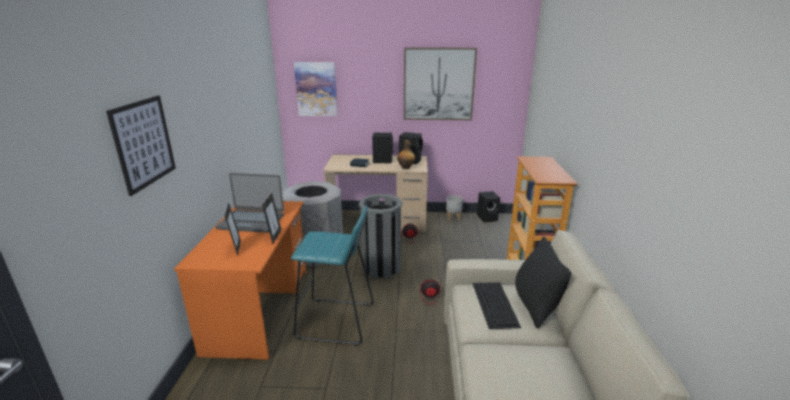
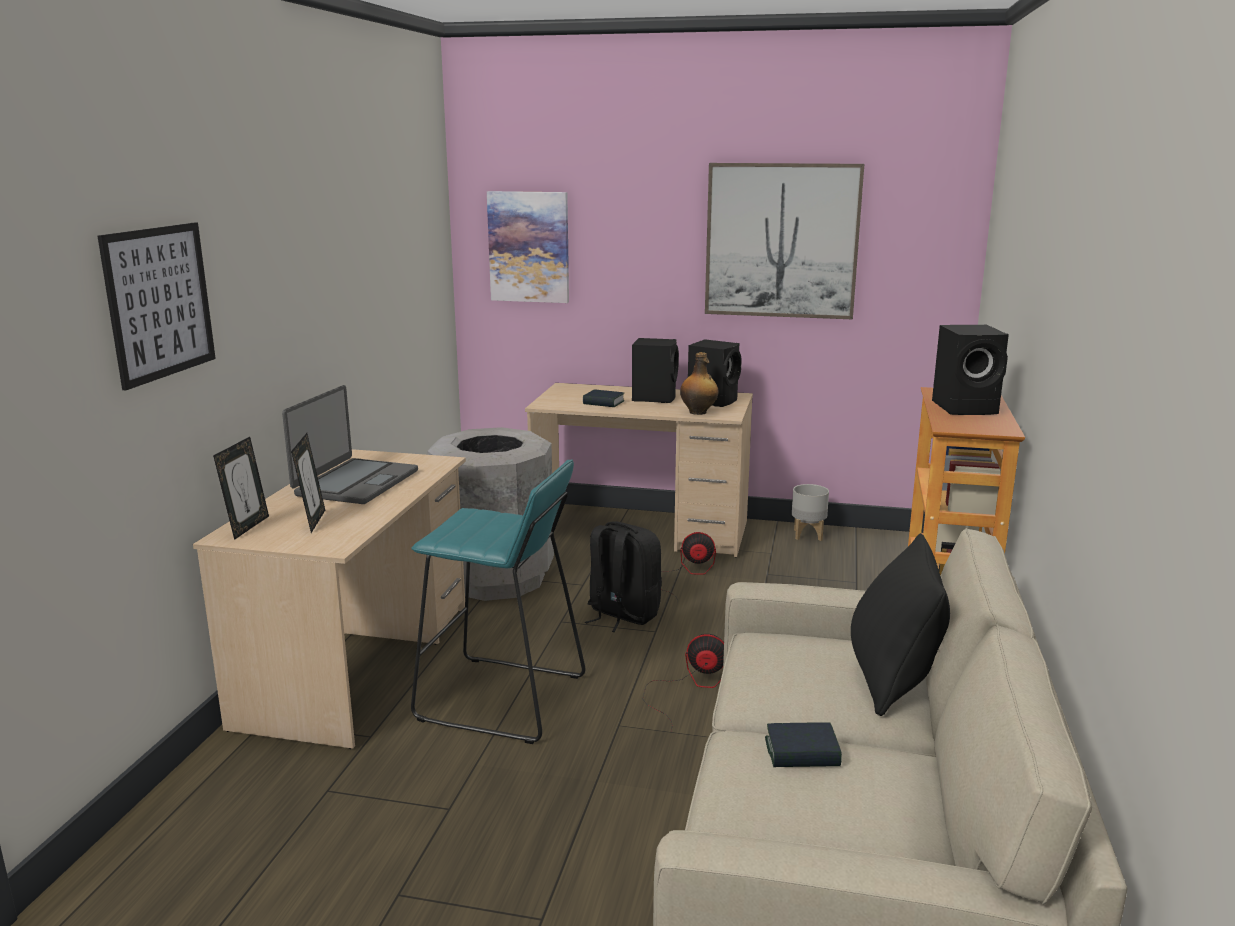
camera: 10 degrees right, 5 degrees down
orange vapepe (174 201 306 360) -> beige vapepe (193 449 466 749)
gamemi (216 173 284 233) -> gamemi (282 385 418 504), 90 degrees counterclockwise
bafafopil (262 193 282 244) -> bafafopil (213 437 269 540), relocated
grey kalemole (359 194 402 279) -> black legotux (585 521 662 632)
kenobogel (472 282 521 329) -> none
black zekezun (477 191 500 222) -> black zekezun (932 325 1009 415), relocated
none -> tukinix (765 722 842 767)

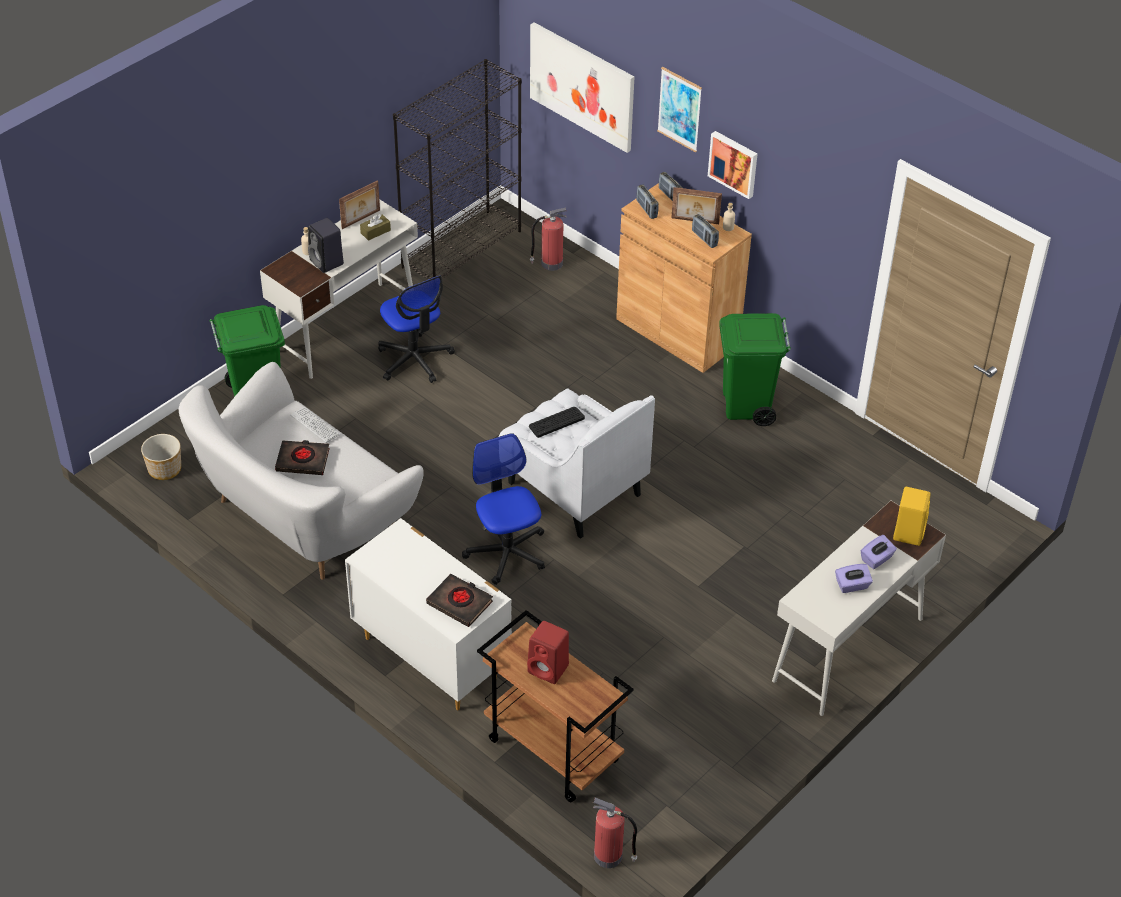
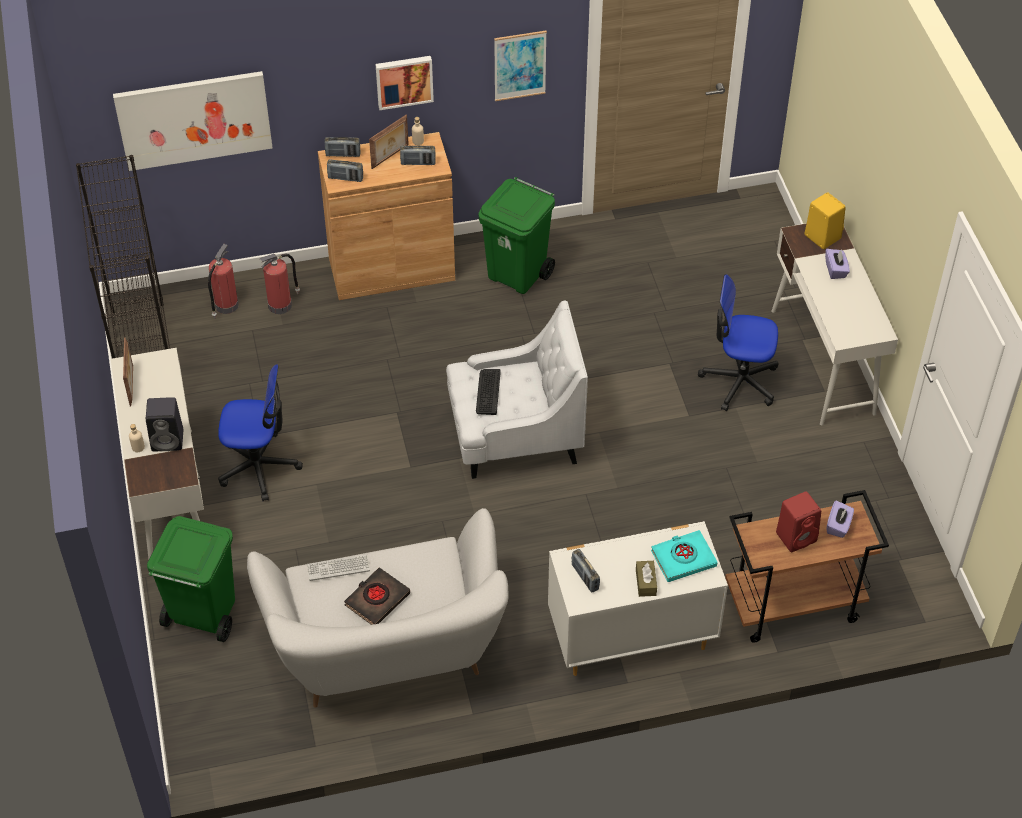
camera: 55 degrees left, 5 degrees up
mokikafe (141 434 181 480) -> none
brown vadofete (360 214 391 241) -> brown vadofete (636 561 657 597), relocated
black tukinix (426 574 493 627) -> turquoise tukinix (651 530 718 582)
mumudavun (462 433 545 585) -> mumudavun (698 274 779 411), relocated
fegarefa (593 797 637 868) -> fegarefa (259 254 300 314), relocated
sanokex (657 67 702 152) -> sanokex (494 31 547 101), relocated
purple vadofete (835 564 873 593) -> purple vadofete (827 500 854 538), relocated
none -> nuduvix (572 549 600 593)

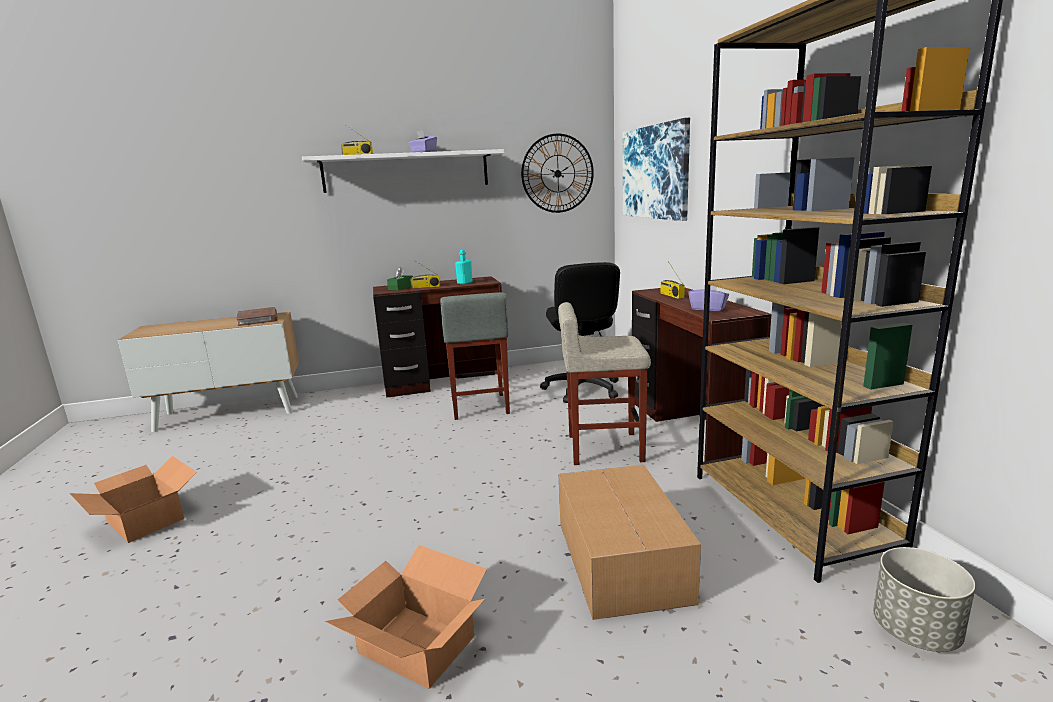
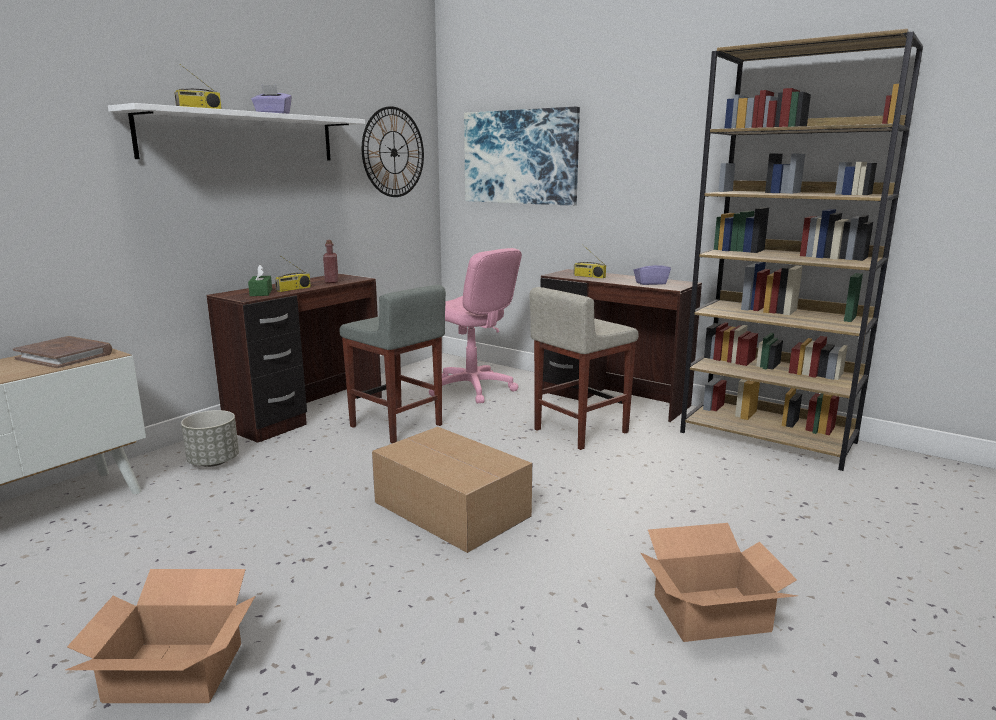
camera: 40 degrees left, 0 degrees up
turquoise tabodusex (455 250 473 284) -> red tabodusex (323 240 338 283)
black mumudavun (540 262 620 403) -> pink mumudavun (429 248 522 404)
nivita (559 465 701 620) -> nivita (372 427 532 553), relocated
grey mokikafe (873 547 976 652) -> grey mokikafe (181 410 239 467), relocated

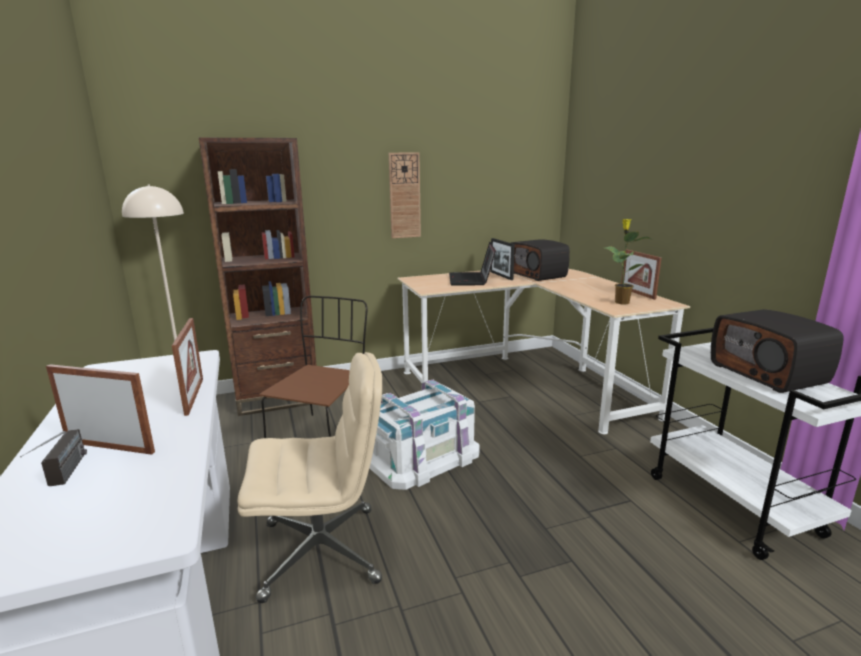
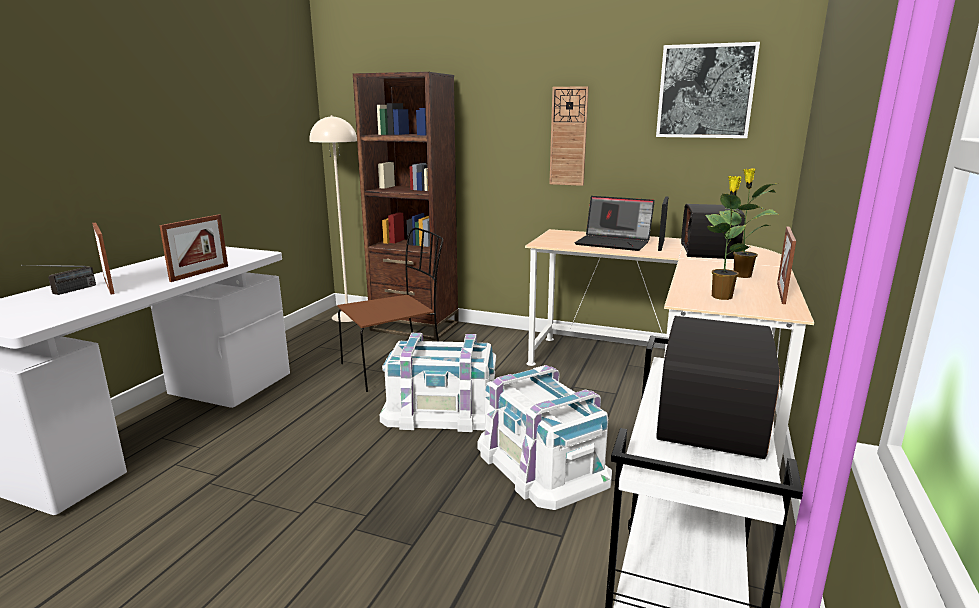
camera: 40 degrees right, 0 degrees up
beige mumudavun (237 352 382 603) -> none
gamemi (449 242 496 286) -> gamemi (575 196 655 251), 105 degrees counterclockwise
none -> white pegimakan (477 365 612 510)
none -> sanokex (656 42 760 138)
none -> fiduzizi (719 168 777 278)

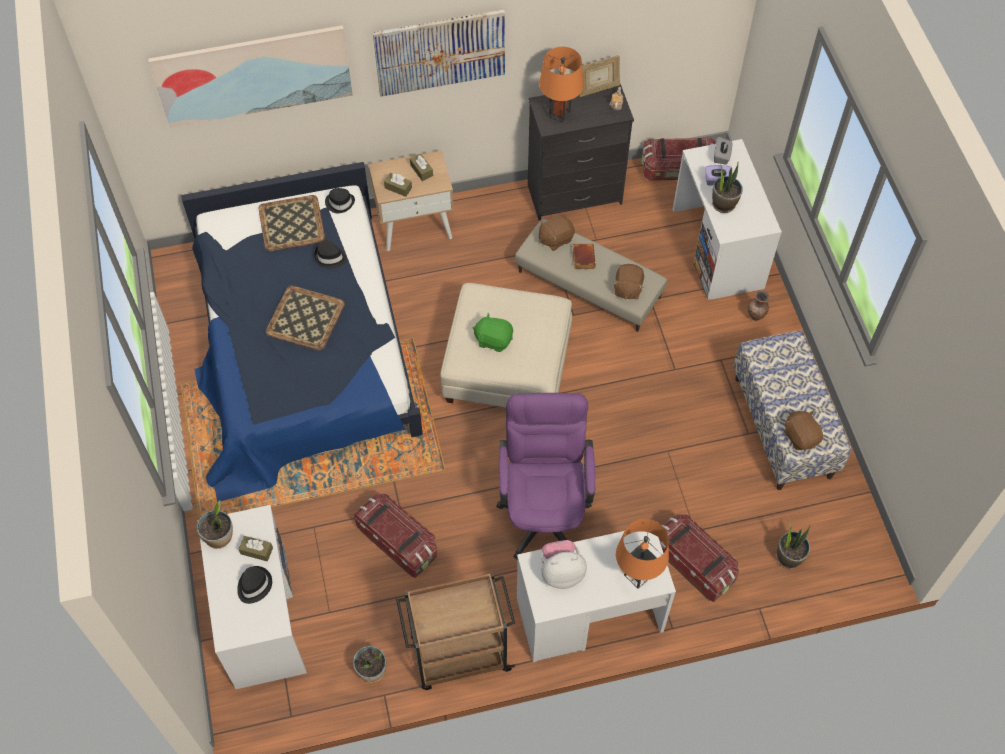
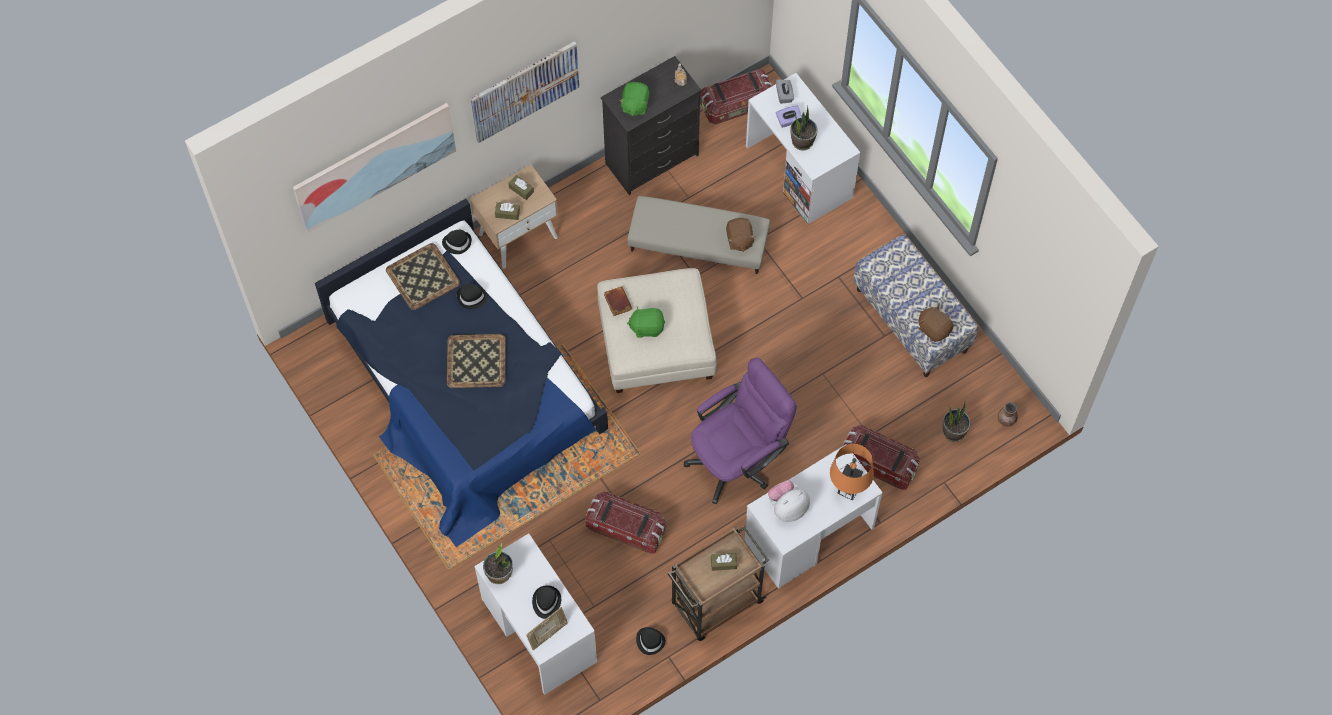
camera: 20 degrees left, 5 degrees up
brown vadofete (239 536 273 561) -> brown vadofete (711 553 737 571), relocated
fiduzizi (353 646 387 682) -> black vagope (636 627 666 655)
purple mumudavun (496 393 595 559) -> purple mumudavun (684 358 797 504), 75 degrees clockwise
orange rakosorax (539 47 584 123) -> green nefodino (620 82 649 116)
brown nefodino (539 214 575 251) -> none
brown tukinix (573 244 596 269) -> brown tukinix (604 286 632 316), relocated
bafafopil (580 55 620 97) -> bafafopil (526 607 568 651), relocated
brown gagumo (748 291 769 321) -> brown gagumo (998 402 1018 427), relocated

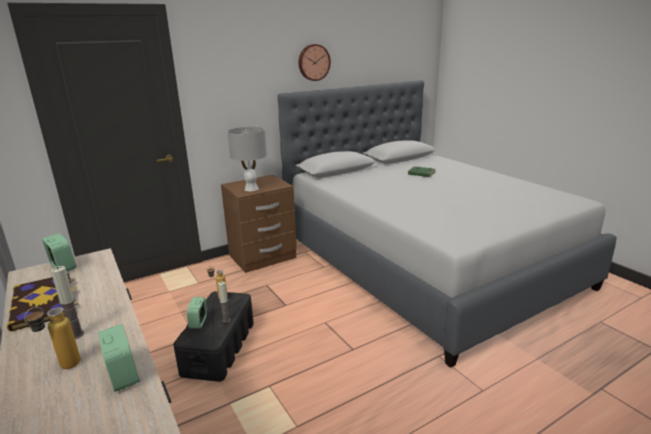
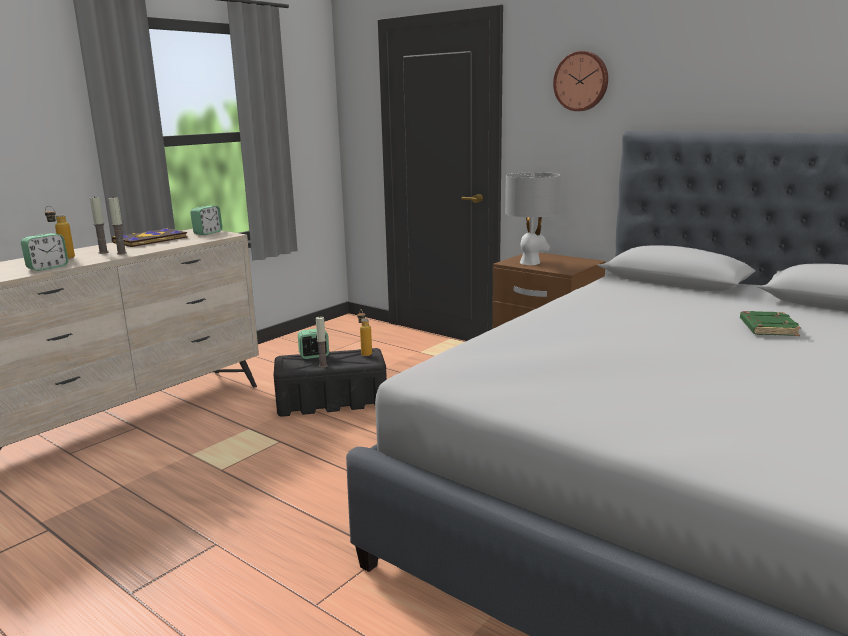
camera: 70 degrees right, 5 degrees down
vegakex (299 44 331 81) -> vegakex (553 51 608 111), relocated
none -> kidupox (108 198 127 255)

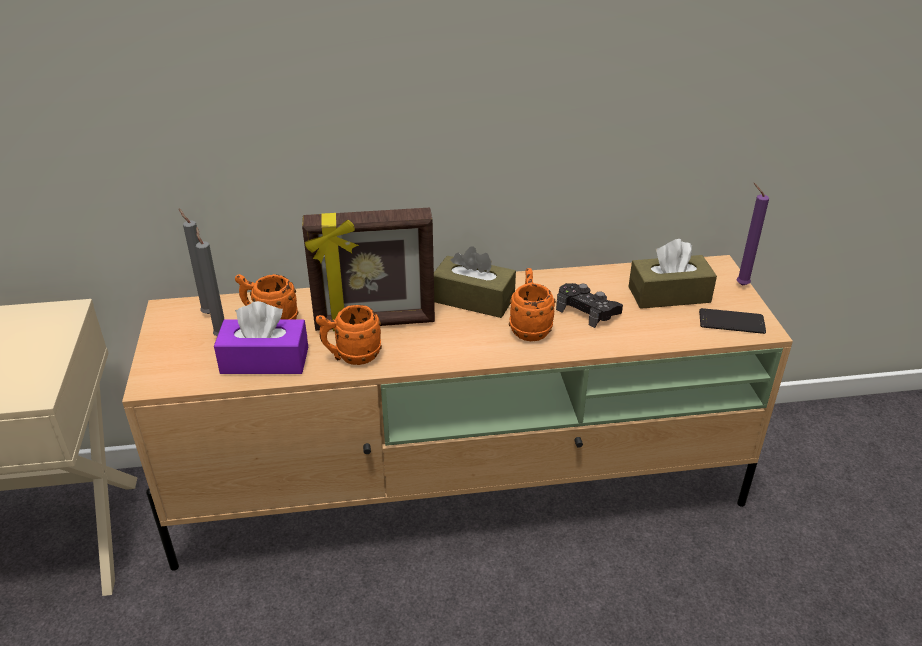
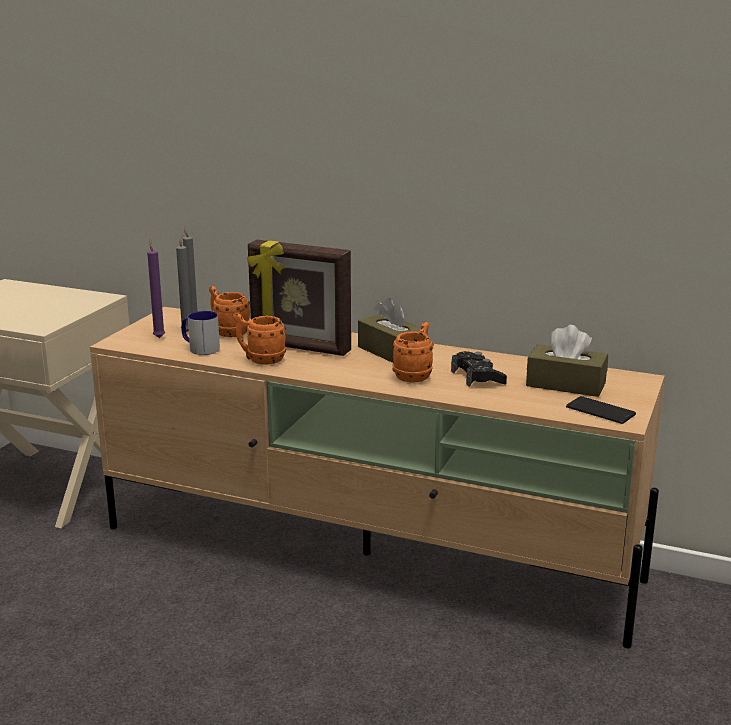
camera: 30 degrees right, 15 degrees down
purple vadofete (214 301 308 374) -> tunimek (181 311 220 355)
purple kidupox (736 183 769 286) -> purple kidupox (147 240 165 338), relocated

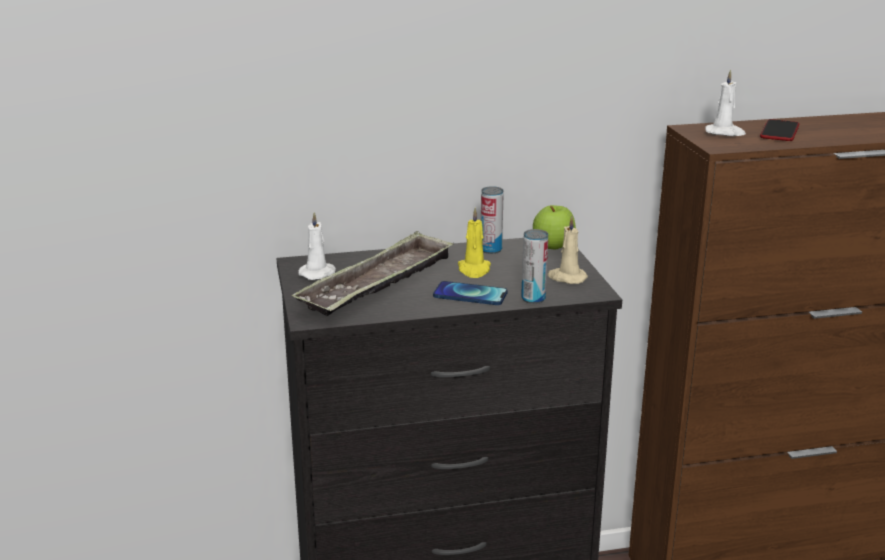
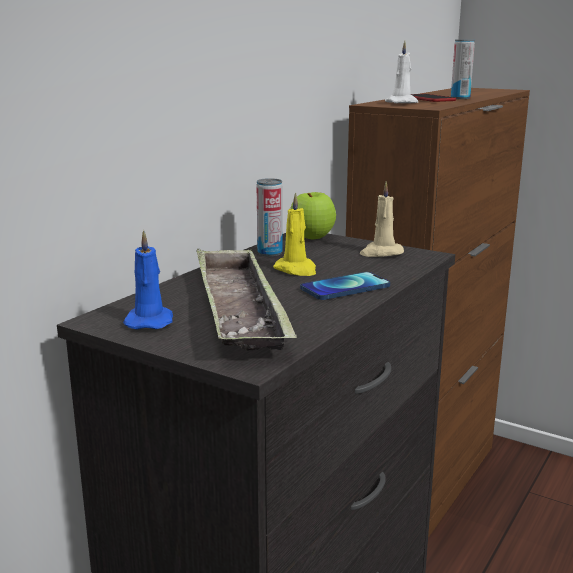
camera: 45 degrees left, 5 degrees down
white kidupox (298 212 336 280) -> blue kidupox (123 230 173 329)
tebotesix (521 229 548 304) -> tebotesix (451 39 475 99), relocated

